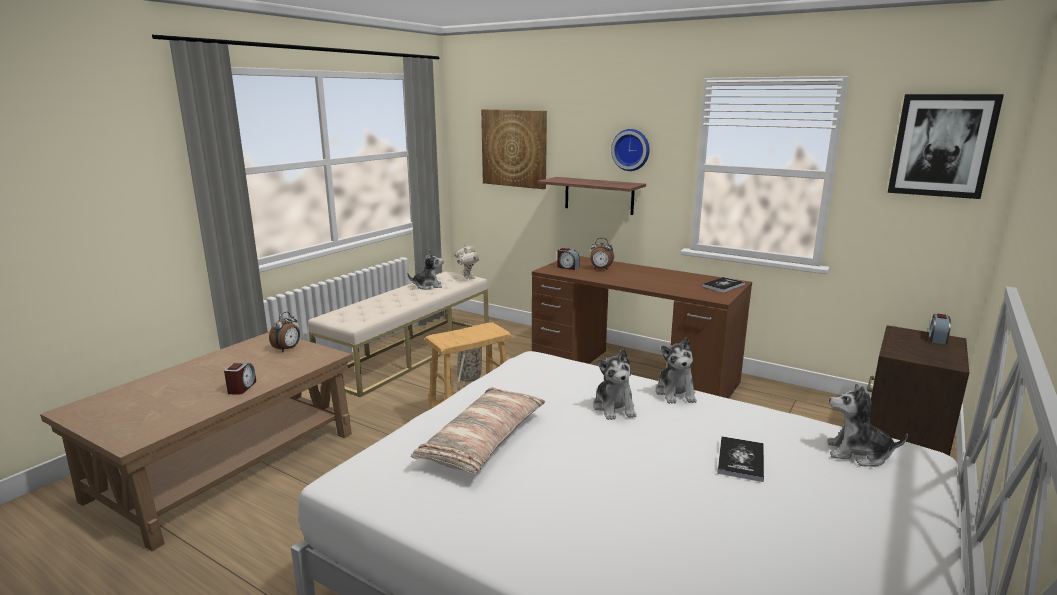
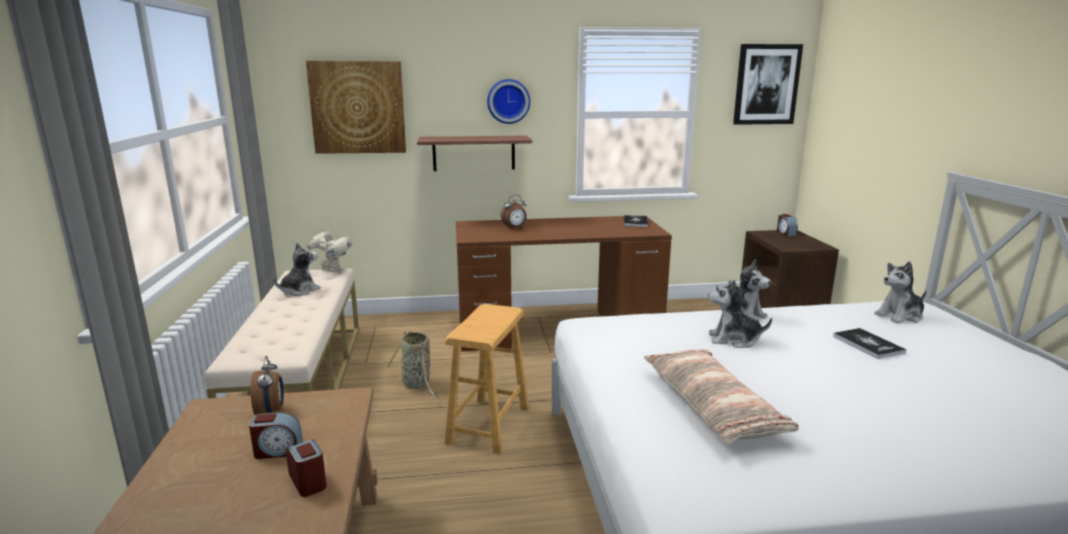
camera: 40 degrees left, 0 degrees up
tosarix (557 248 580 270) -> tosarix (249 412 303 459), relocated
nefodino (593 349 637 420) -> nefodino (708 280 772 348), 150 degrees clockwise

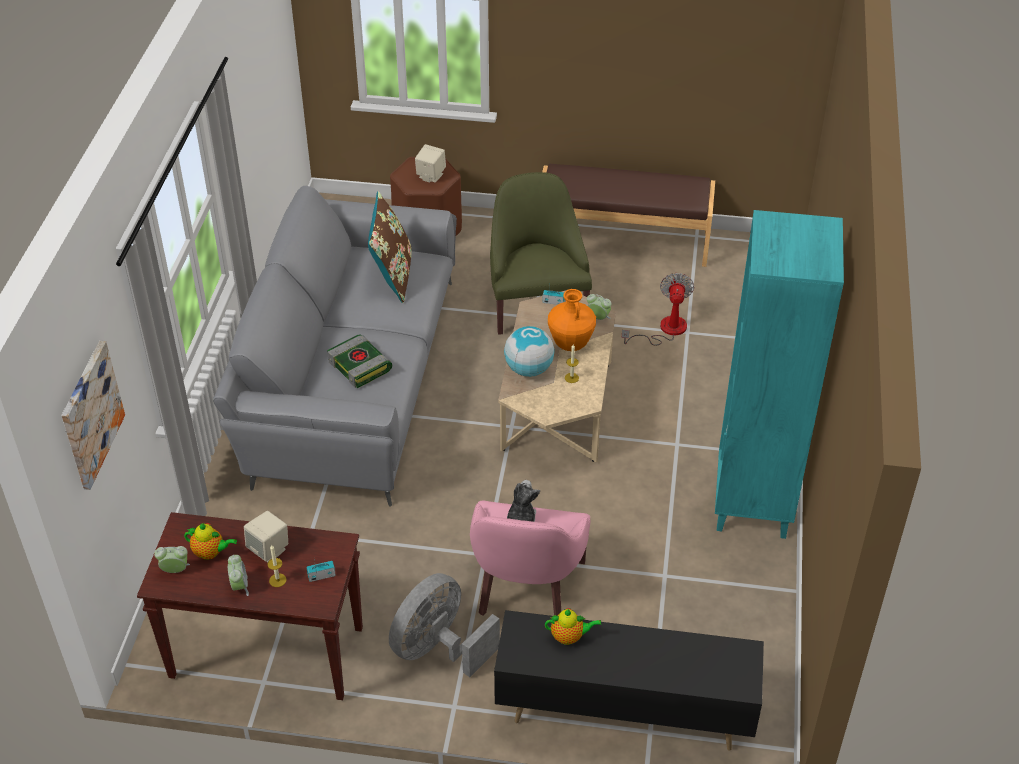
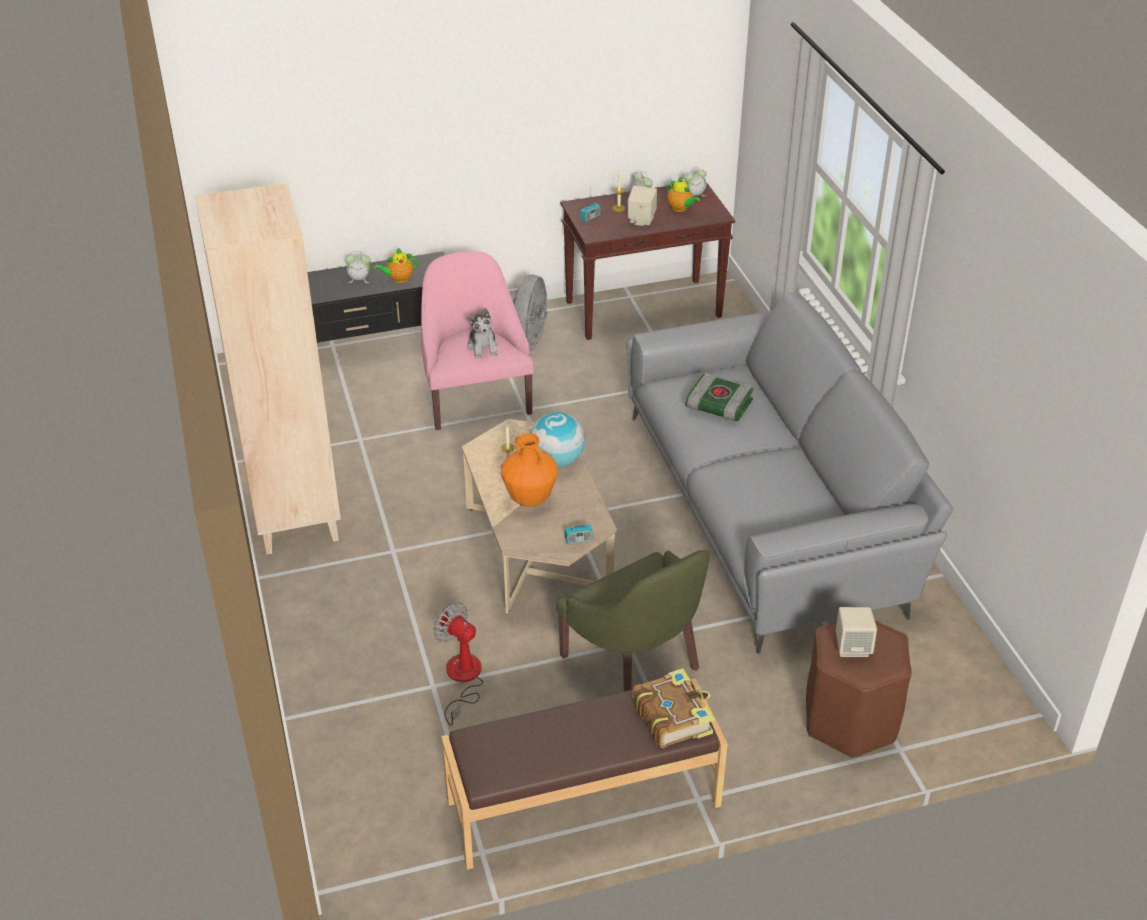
camera: 155 degrees right, 5 degrees down
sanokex (61 341 125 490) -> none
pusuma (184 523 237 560) -> pusuma (667 177 700 212), 120 degrees counterclockwise
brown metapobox (368 191 412 303) -> none
tosarix (587 294 611 320) -> tosarix (345 251 371 283), relocated
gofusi (622 273 694 346) -> gofusi (433 602 483 726), 150 degrees clockwise
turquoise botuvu (715 210 844 539) -> beige botuvu (195 183 341 554)
none -> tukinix (632 668 714 748)

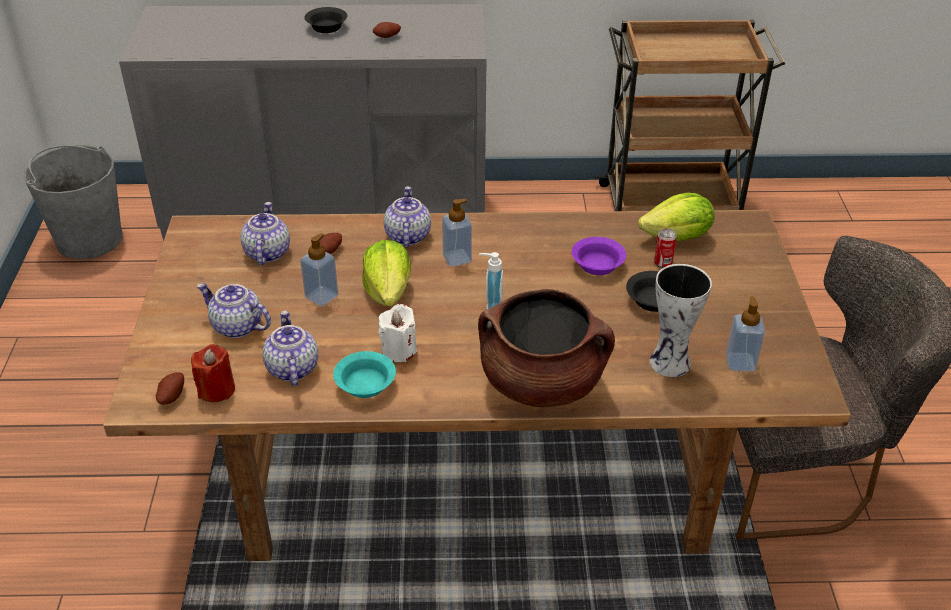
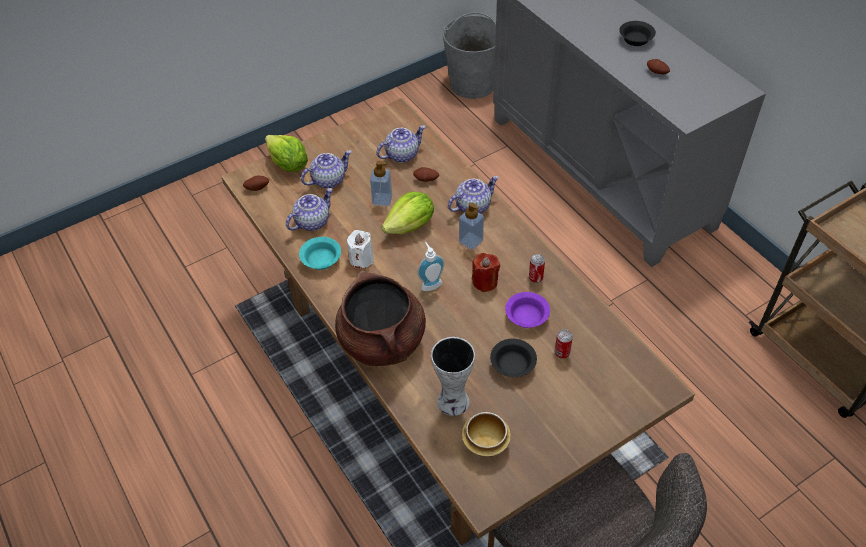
camera: 60 degrees right, 10 degrees up
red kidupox (191 344 235 402) -> red kidupox (472 253 500 292), relocated
pusuma (197 283 271 338) -> pusuma (301 150 352 189), 60 degrees clockwise
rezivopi (638 193 715 241) -> rezivopi (265 135 308 172), relocated
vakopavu (726 296 765 372) -> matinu (462 412 511 457)
none -> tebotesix (529 254 545 283)

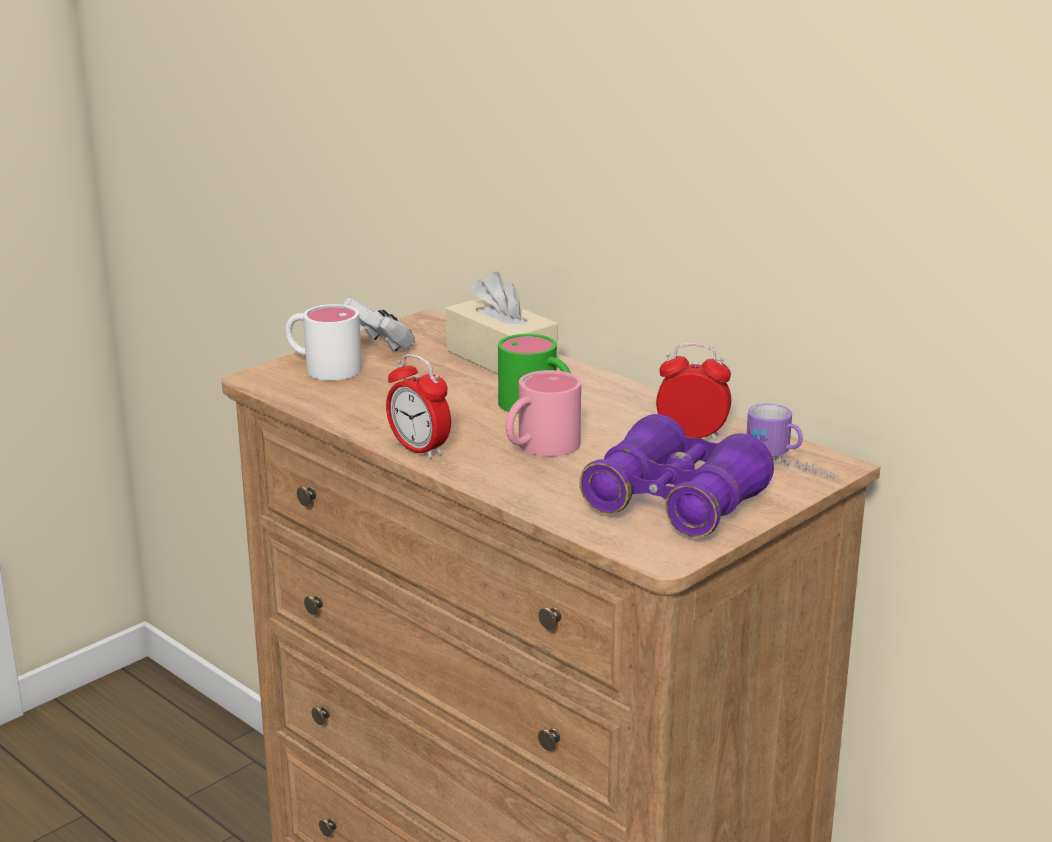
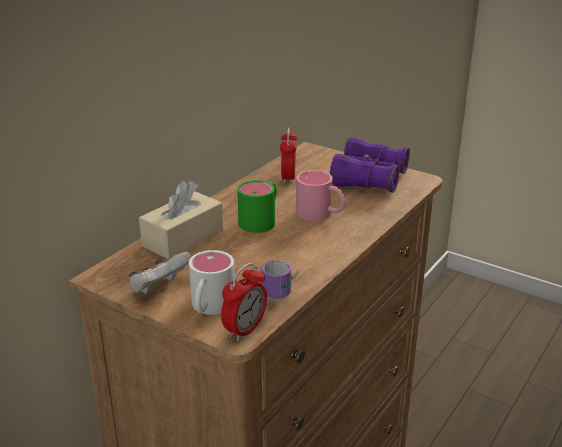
camera: 100 degrees left, 5 degrees up
tosarix (386 354 451 459) -> tosarix (221 263 267 342), relocated
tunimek (747 404 835 478) -> tunimek (261 260 299 299), relocated

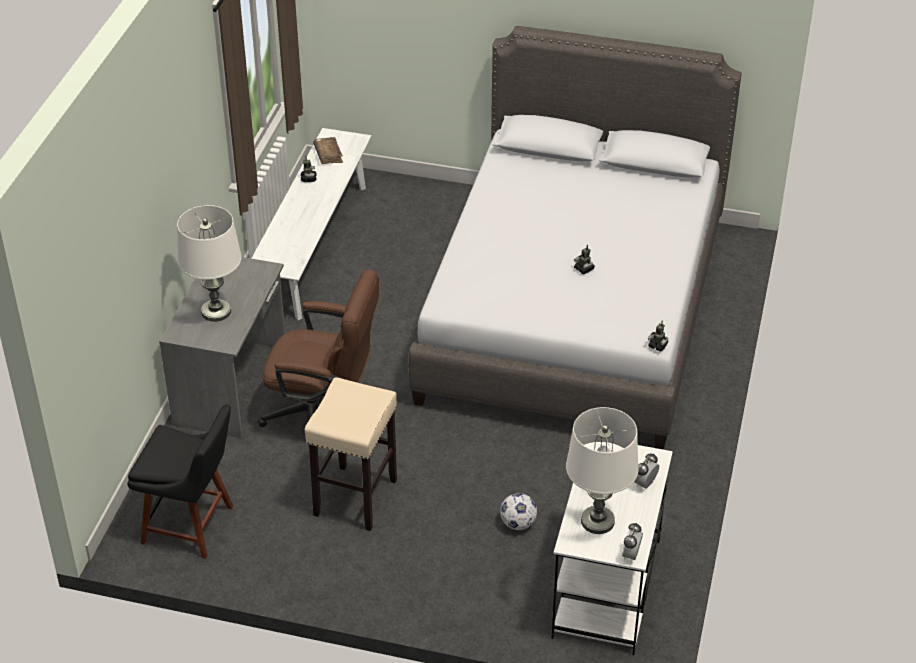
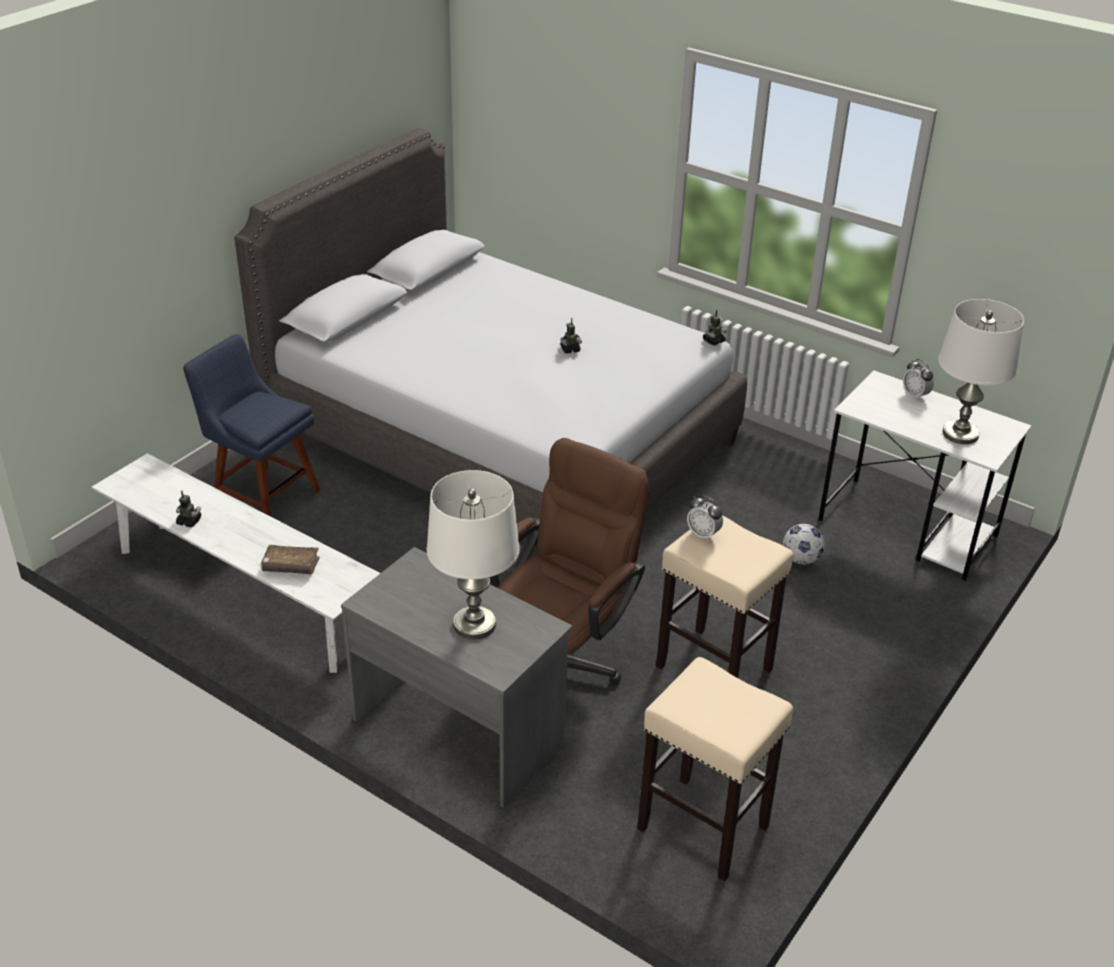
camera: 70 degrees left, 5 degrees down
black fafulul (127 404 233 559) -> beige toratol (637 657 793 881)
brown tukinix (313 137 343 164) -> brown tukinix (261 545 320 574), relocated
tosarix (622 522 643 560) -> tosarix (687 495 723 541), relocated
none -> blue fafulul (183 334 320 517)

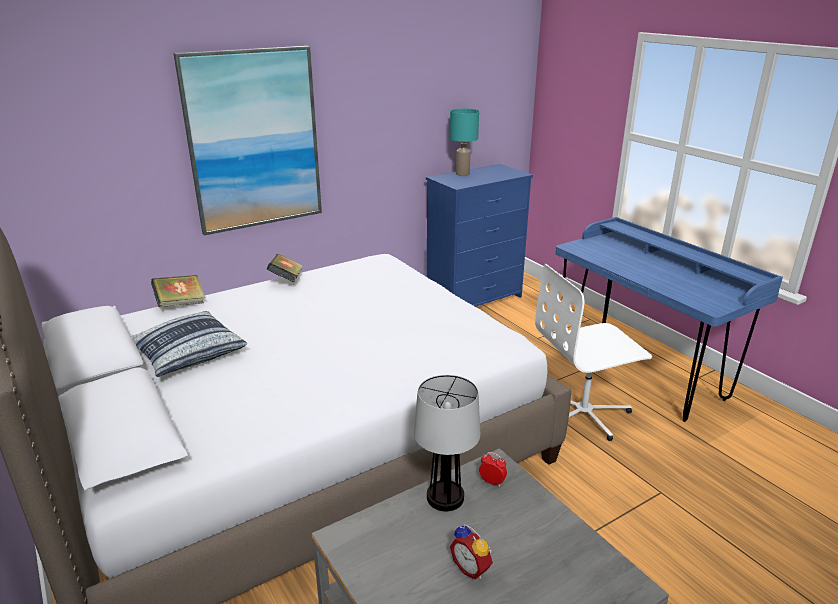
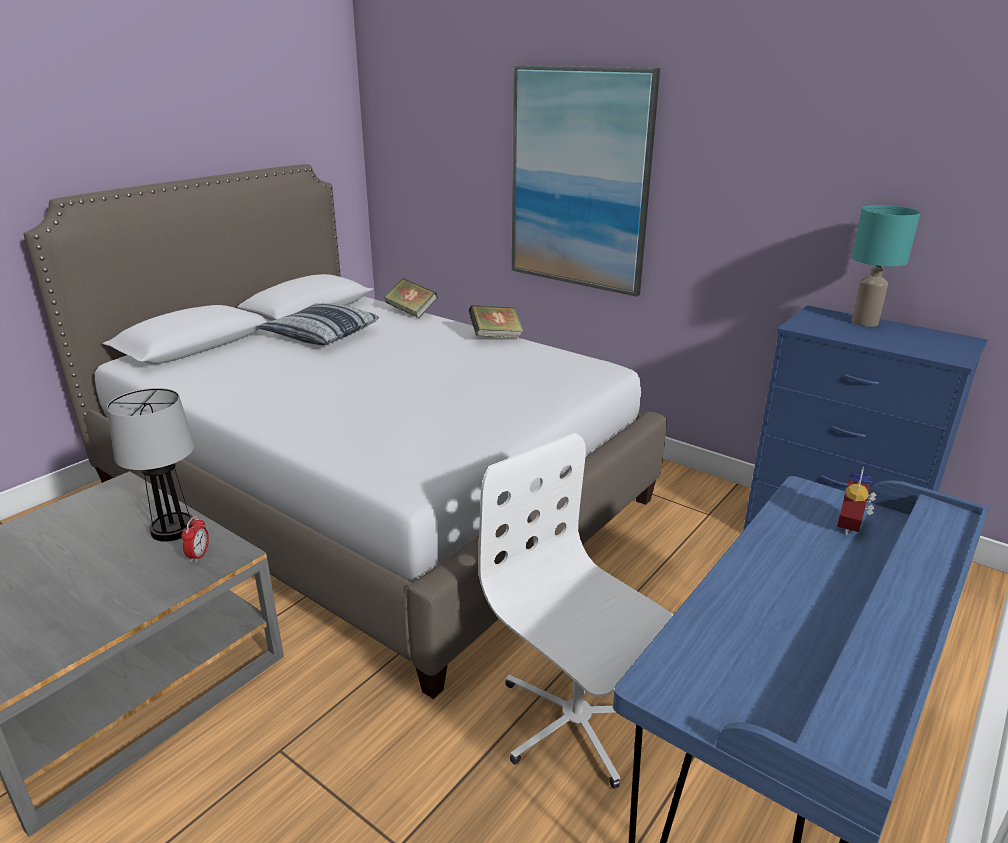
camera: 70 degrees right, 0 degrees up
tosarix (450 524 493 579) -> tosarix (837 467 877 535), relocated

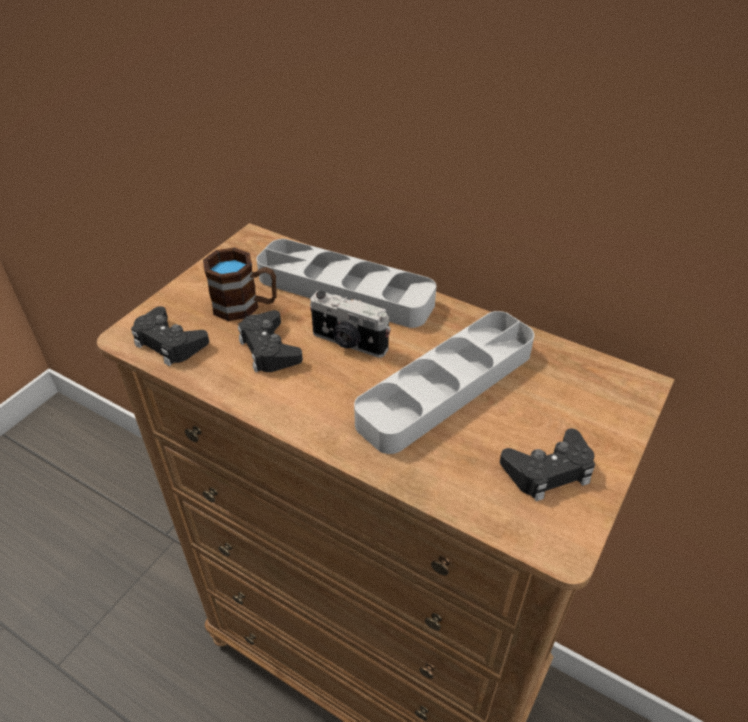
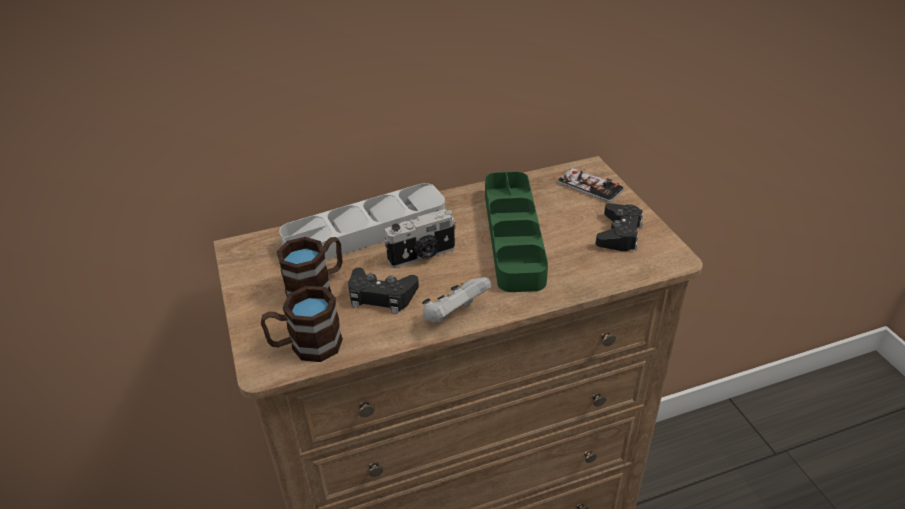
camera: 50 degrees left, 5 degrees down
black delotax (131 306 209 366) -> brown tunimek (261 286 343 362)
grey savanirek (354 311 534 454) -> green savanirek (485 172 548 292)
none -> white delotax (422 277 491 323)
none -> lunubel (557 167 624 202)

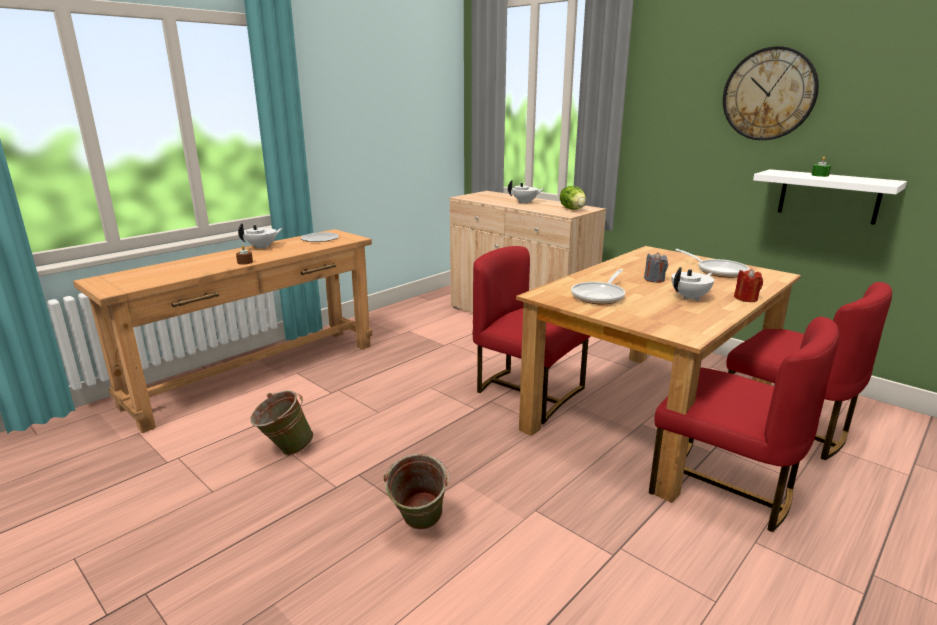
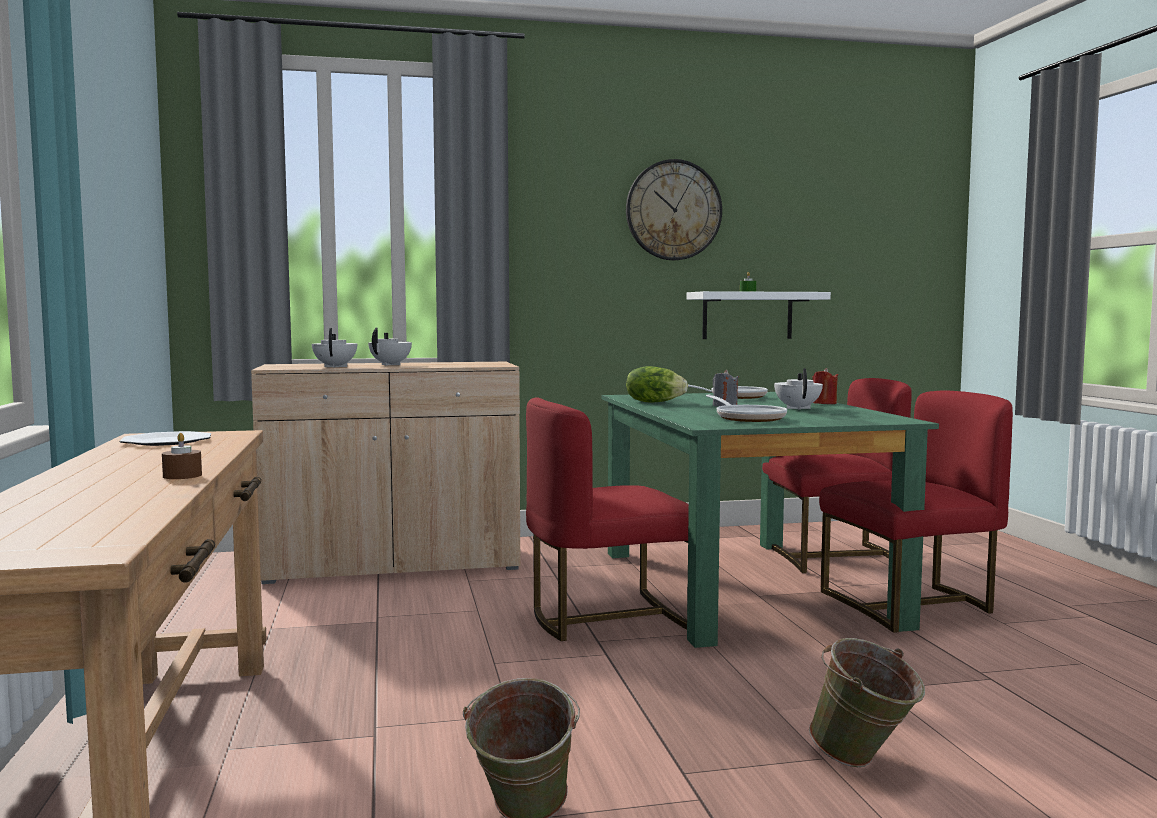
camera: 55 degrees left, 15 degrees down
white pusuma (238 223 283 249) -> white pusuma (312 328 357 368), relocated
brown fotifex (516 246 801 503) -> green fotifex (602 392 939 648)
rezivopi (560 186 586 210) -> rezivopi (626 366 688 403), relocated

